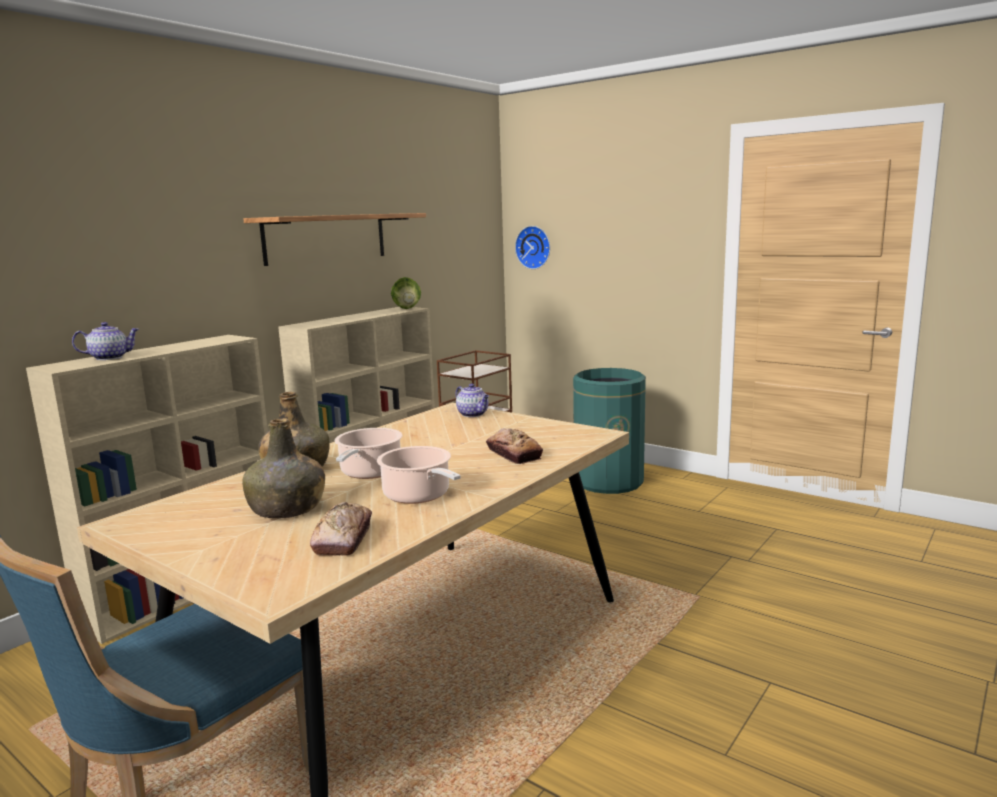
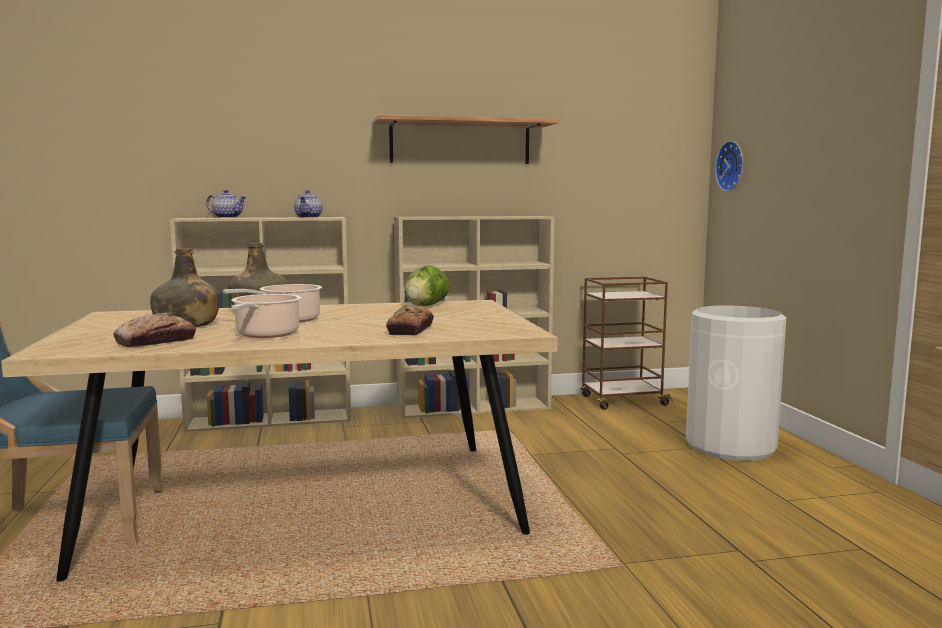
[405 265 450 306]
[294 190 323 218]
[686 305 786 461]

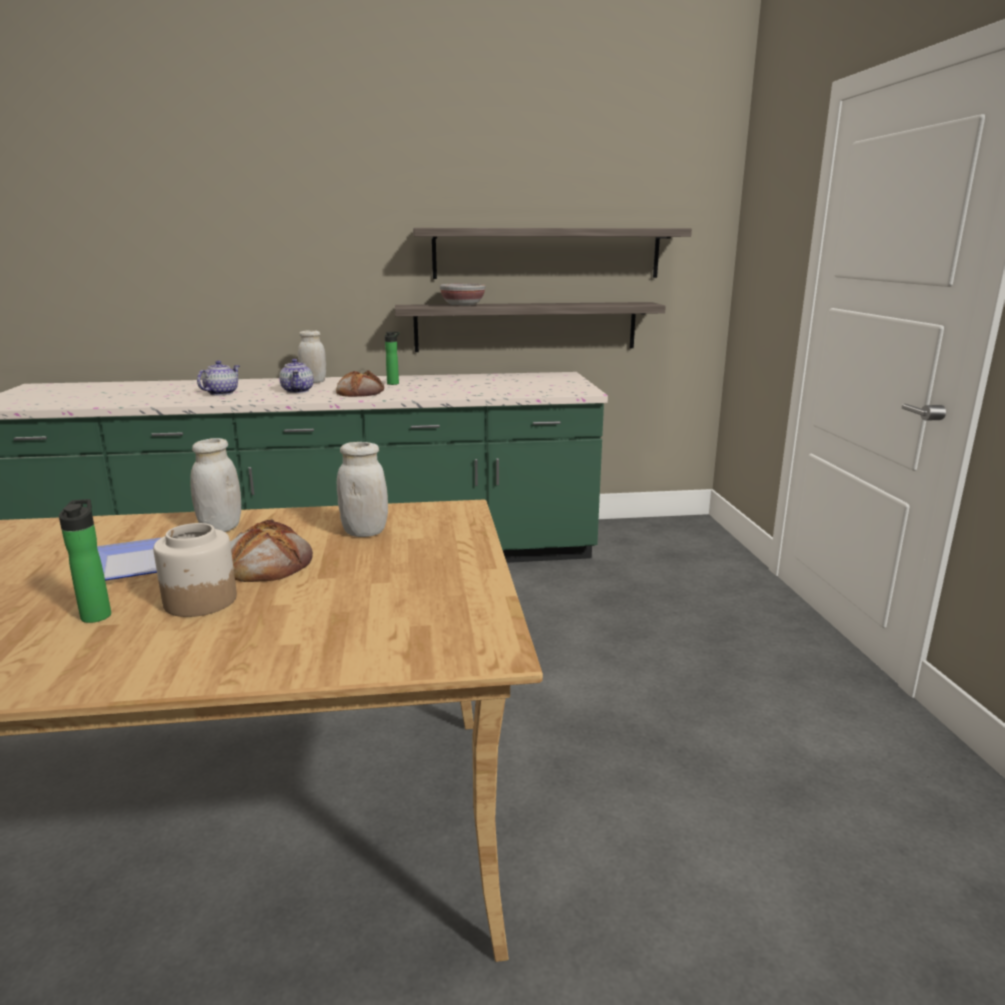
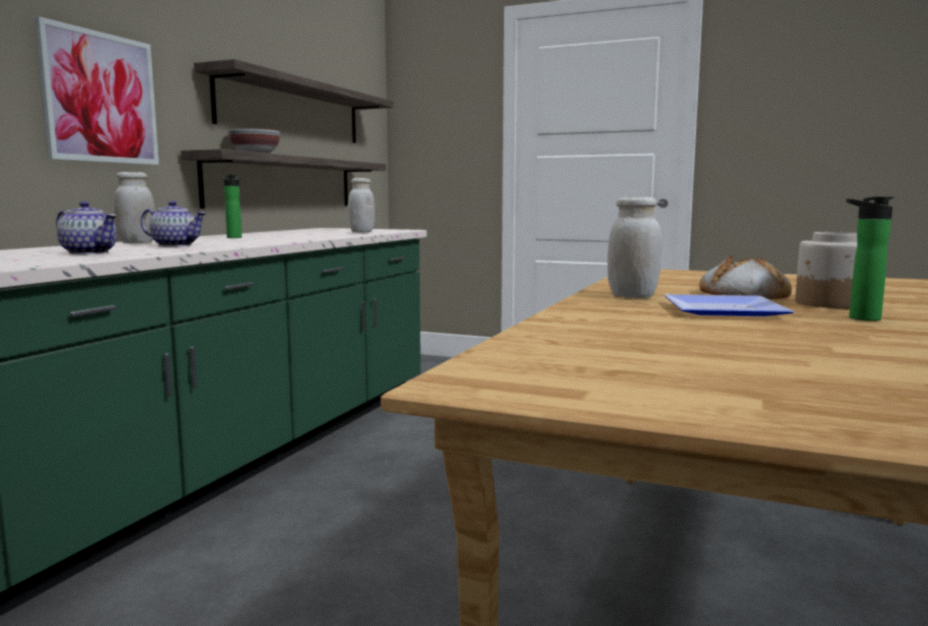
[56 201 117 254]
[336 370 384 397] (first image)
[348 178 375 233]
[34 17 159 165]

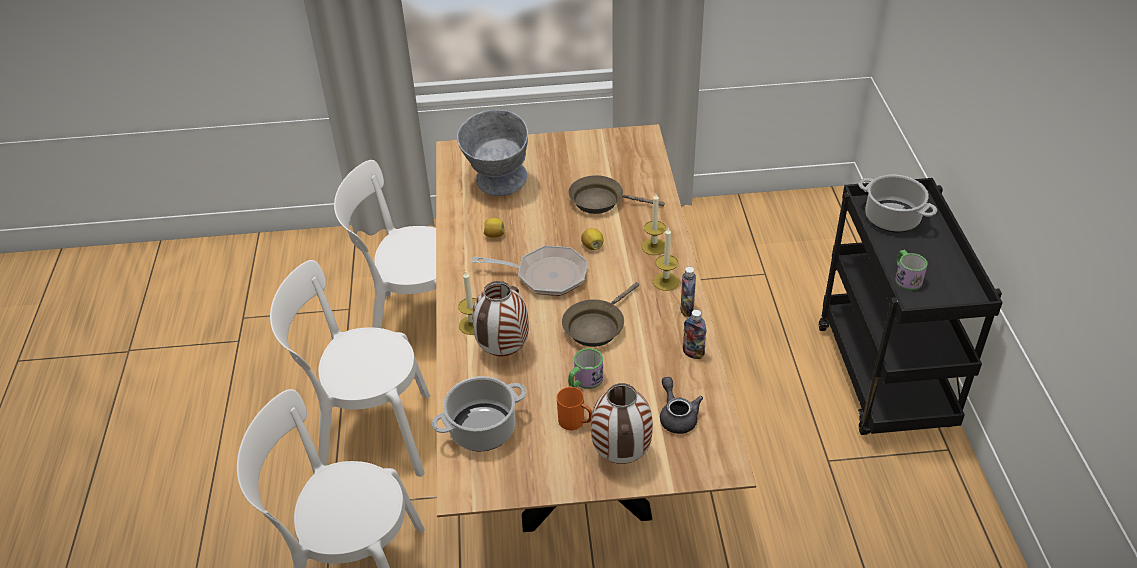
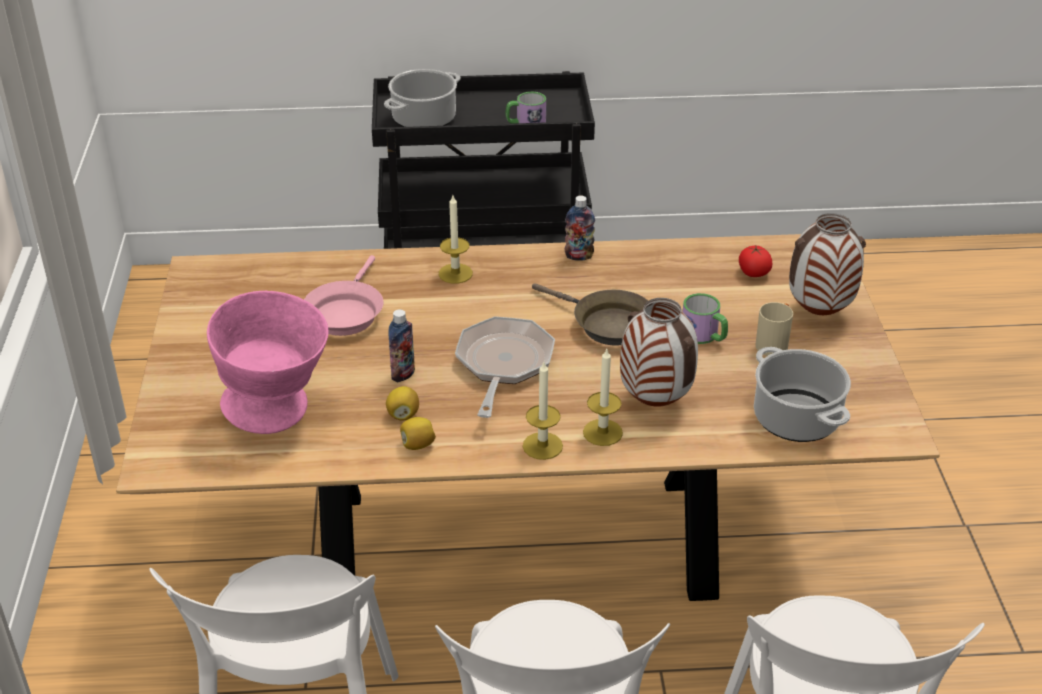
[207 291 329 434]
[756 302 793 356]
[304 255 383 336]
[400 417 436 450]
[523 362 563 460]
[739 246 772 277]
[388 309 415 382]

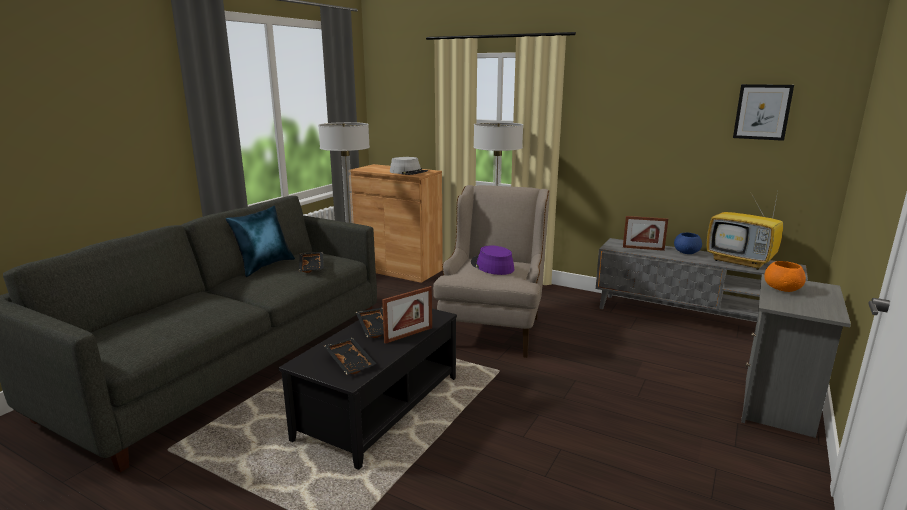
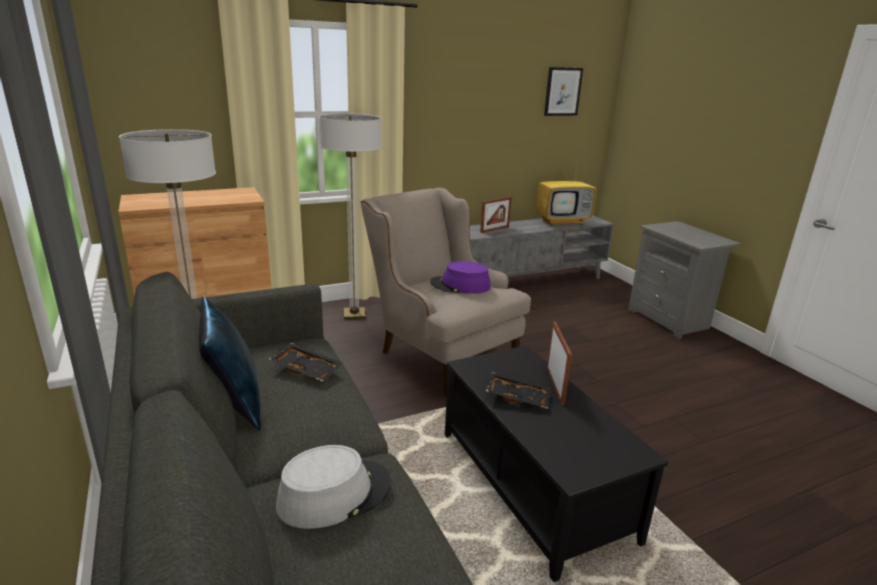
[324 337 376 375] (first image)
[276 445 391 529]
[674 233 702 254] (first image)
[764 261 806 292] (first image)

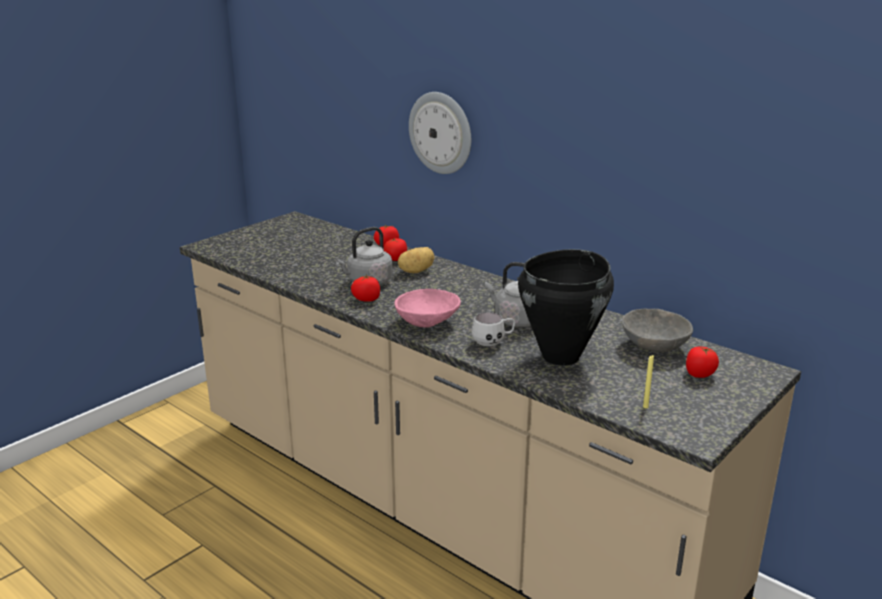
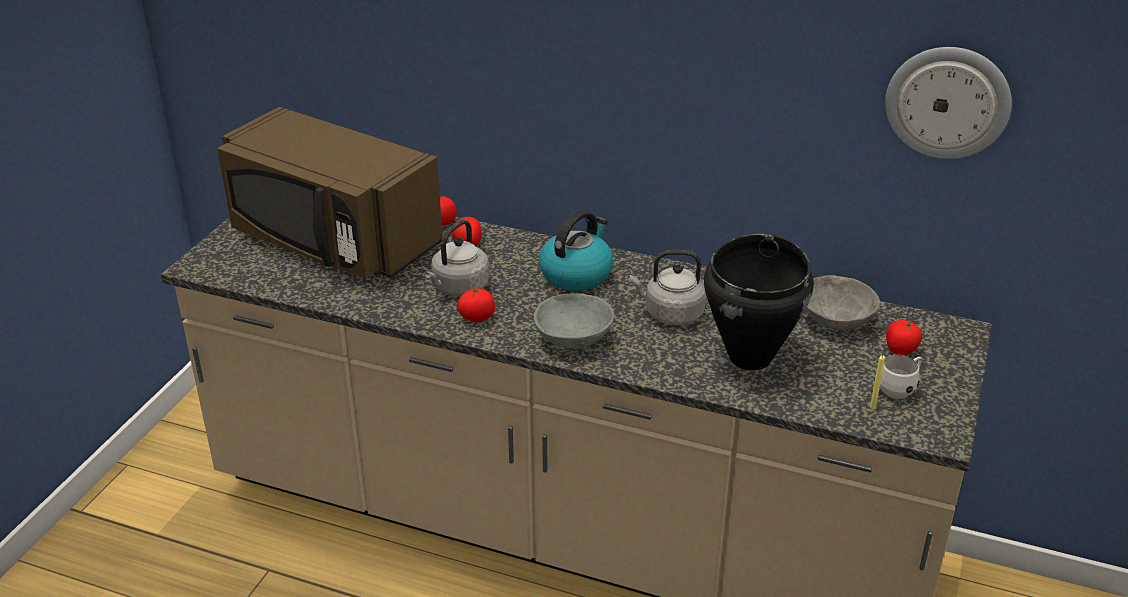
[534 293 614 349]
[398 247 435 273] (first image)
[885 47 1012 159]
[880 355 922 399]
[217 107 442 279]
[539 210 613 291]

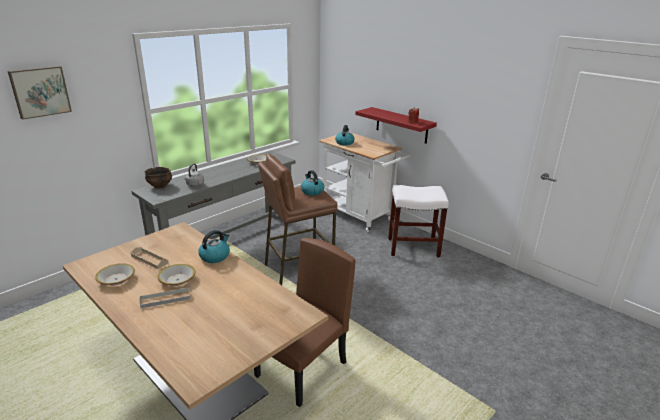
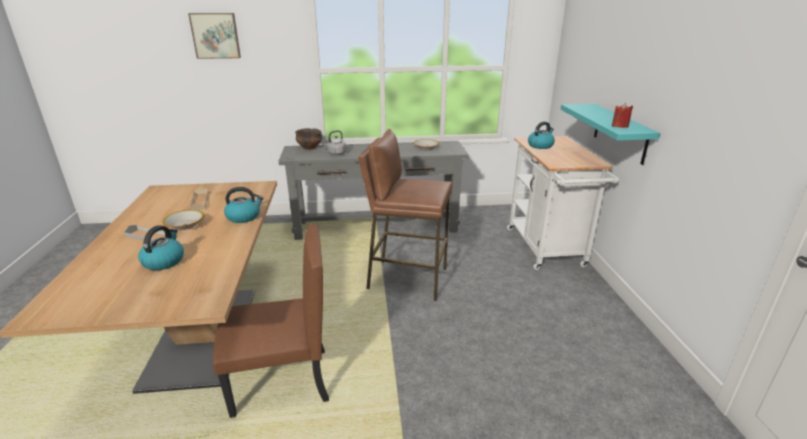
[95 263 135 285] (first image)
[138 225 184 270]
[561 104 660 165]
[388 185 449 258] (first image)

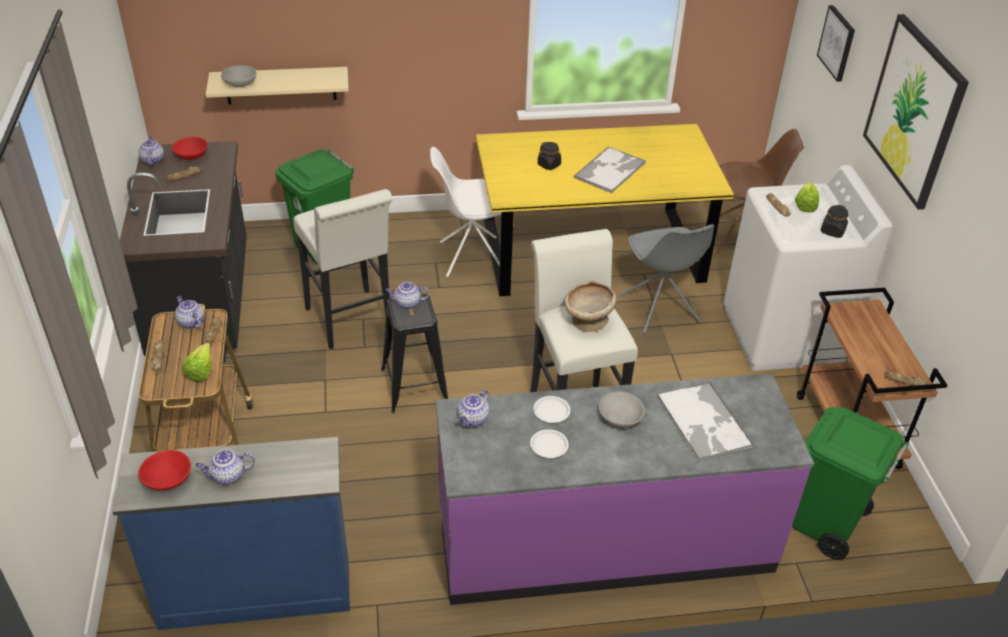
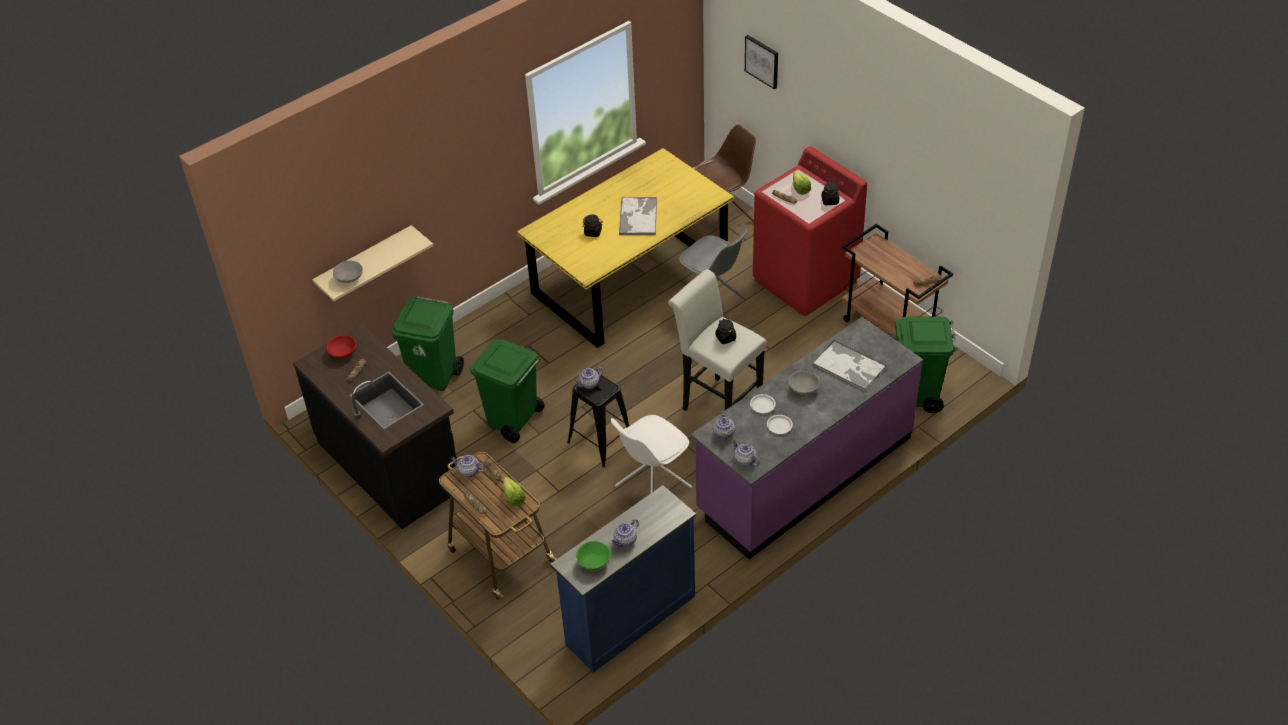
[732 440 760 467]
[576 541 611 570]
[470 339 545 443]
[611 415 692 493]
[716 319 736 344]
[753 146 867 316]
[863 14 969 210] (first image)

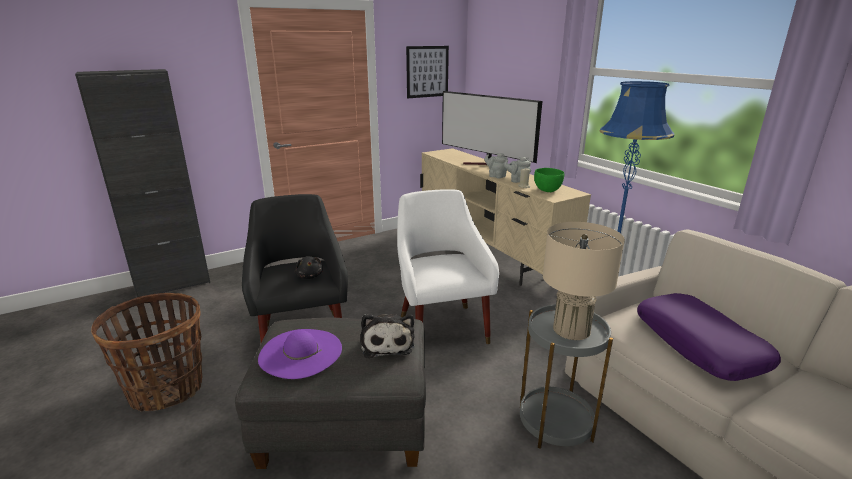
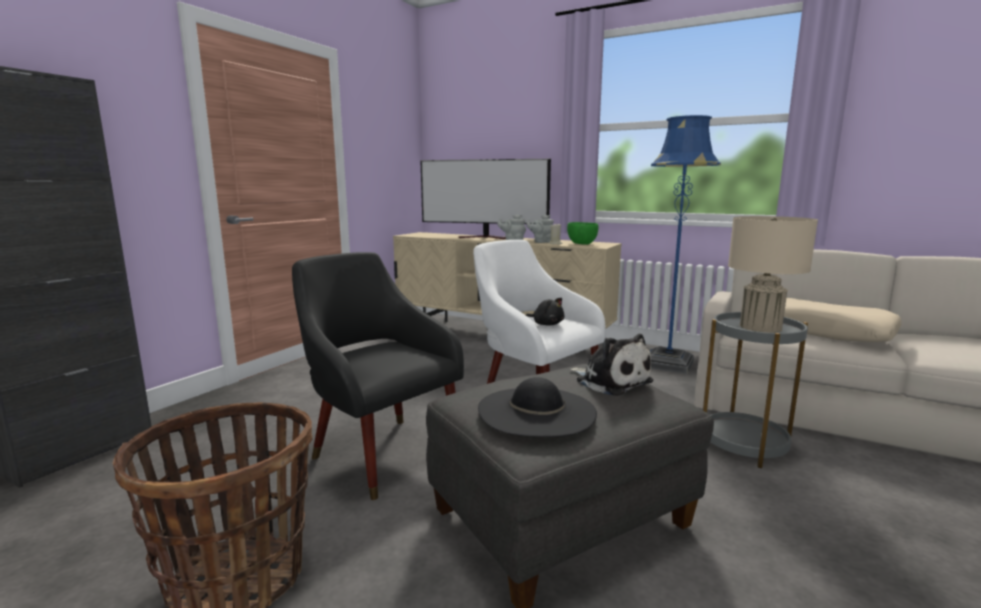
[478 377 597 437]
[526 298 565 326]
[406 46 449 98] (first image)
[784 298 901 342]

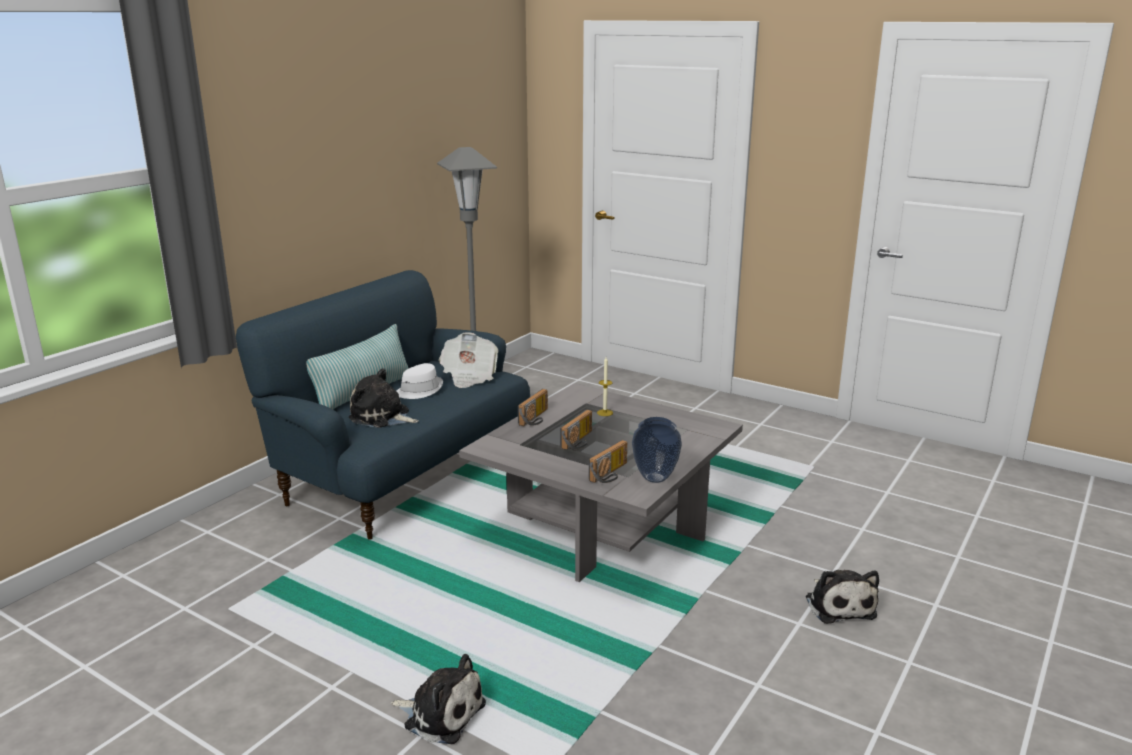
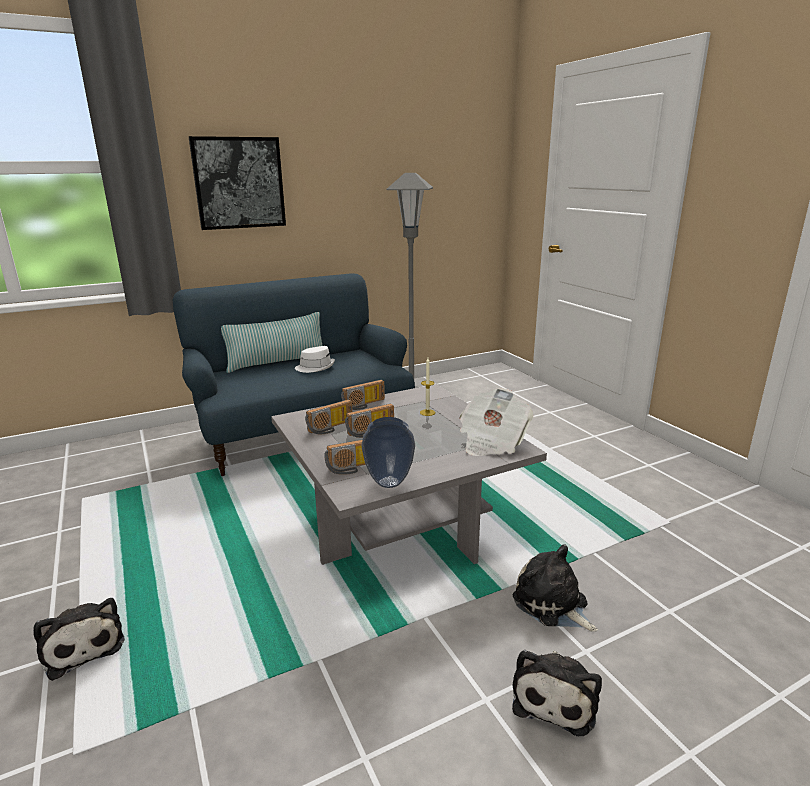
[513 544 598 632]
[460 388 533 456]
[189 136 286 230]
[305 399 352 434]

